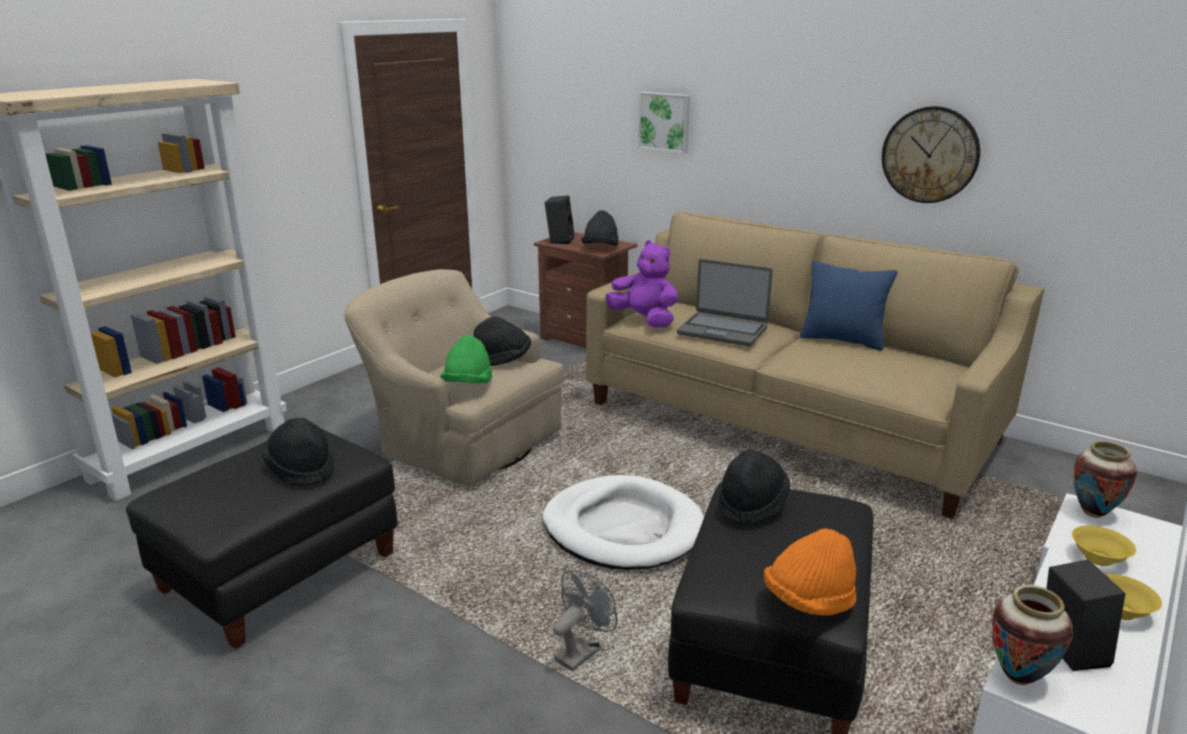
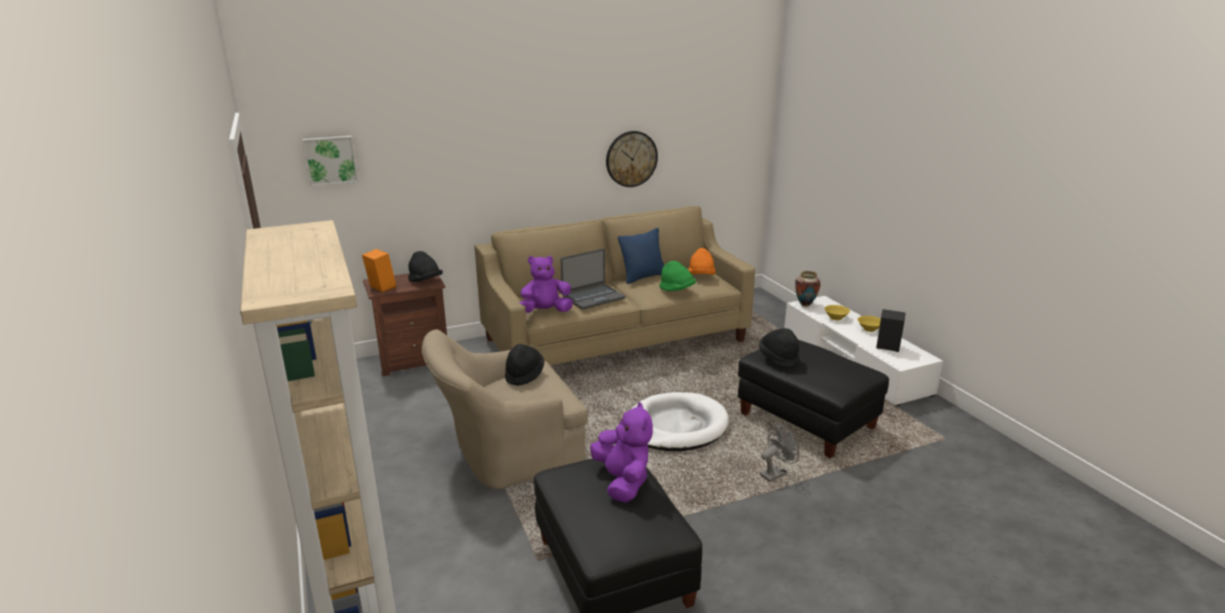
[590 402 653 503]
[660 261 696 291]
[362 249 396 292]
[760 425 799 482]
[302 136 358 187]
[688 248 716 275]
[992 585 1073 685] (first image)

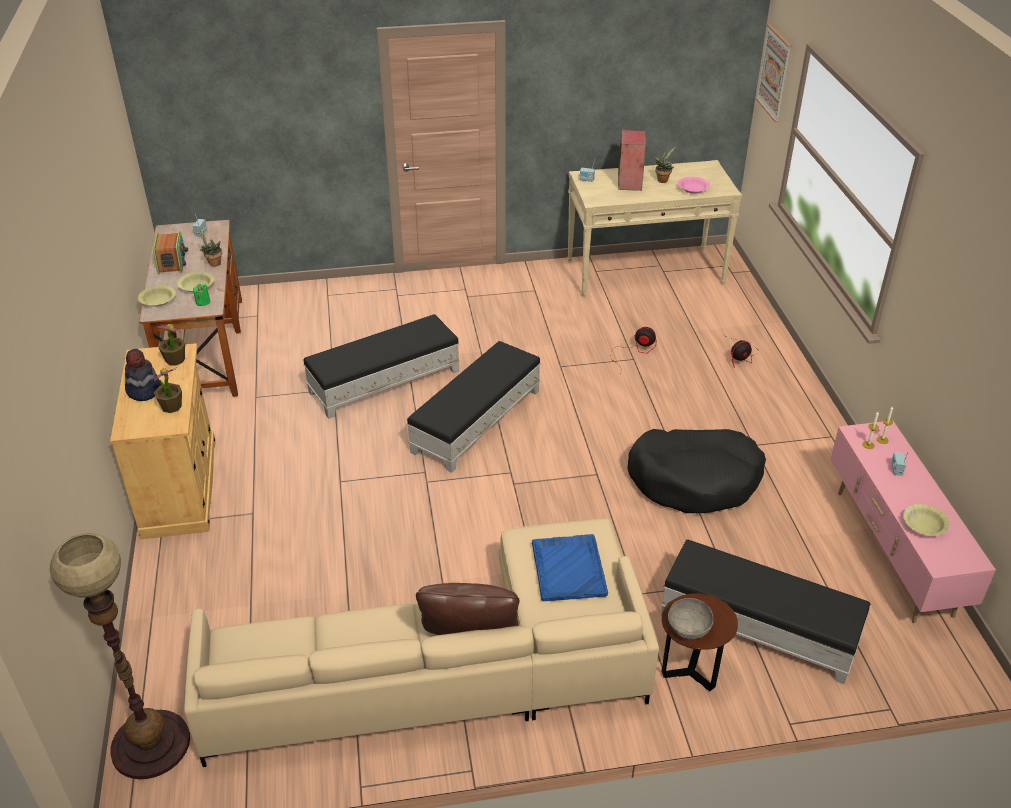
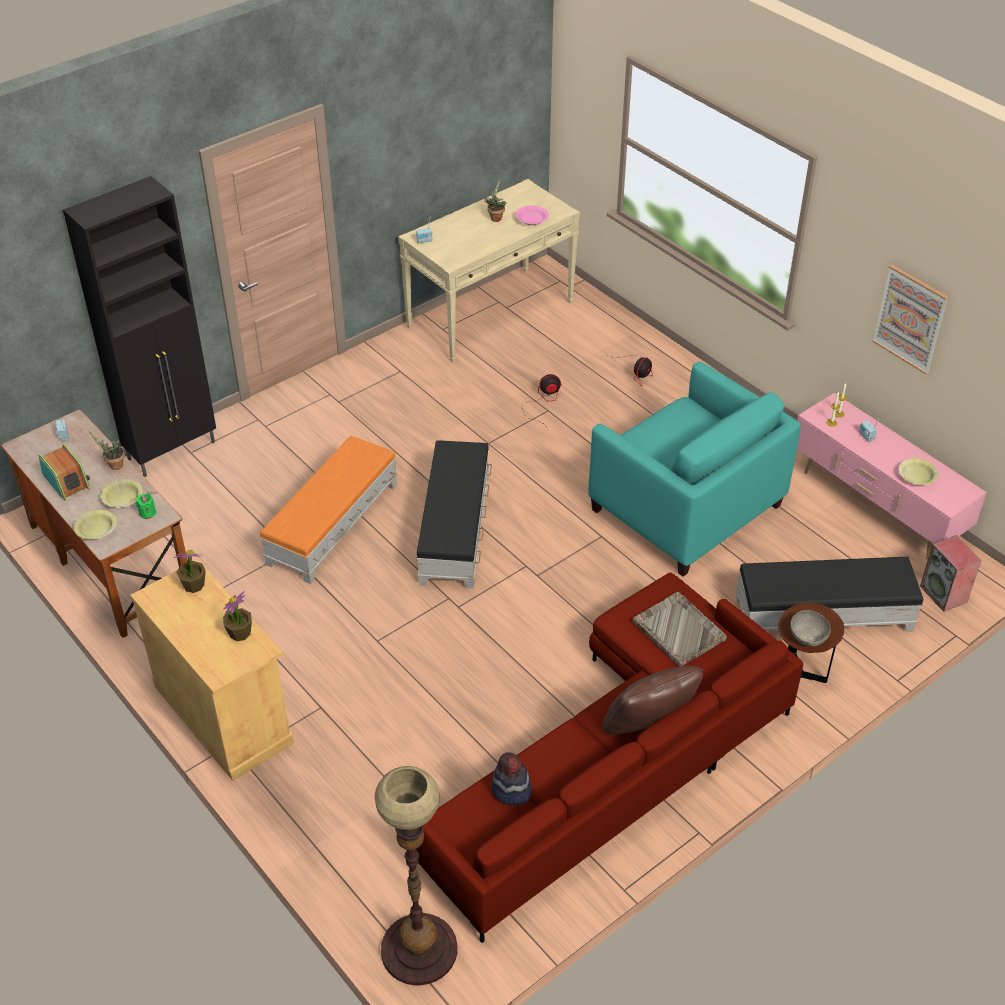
[491 752 532 806]
[416 573 803 943]
[260 435 397 584]
[633 592 727 667]
[920 535 981 612]
[588 362 801 577]
[872 264 949 374]
[63 176 216 477]

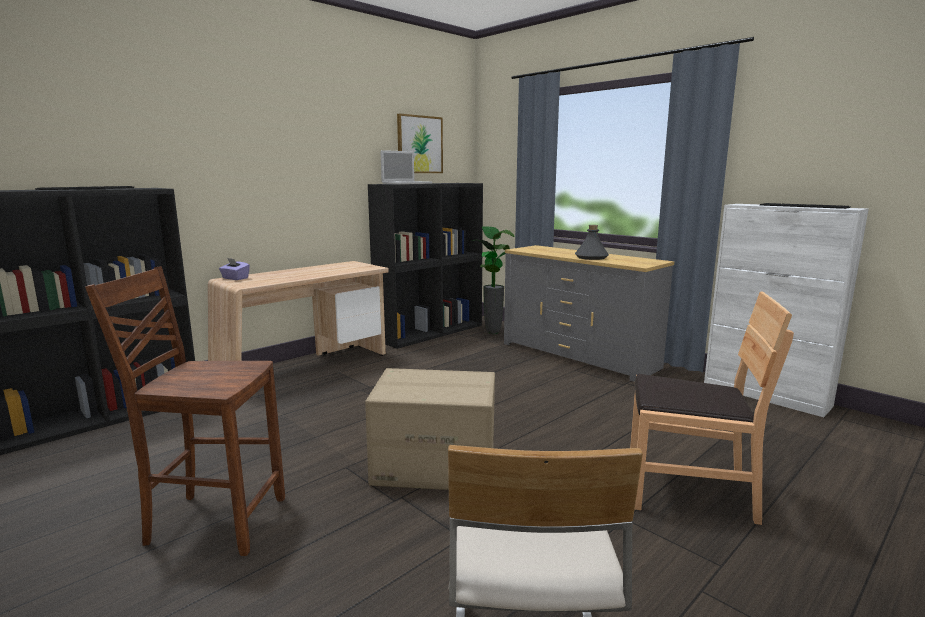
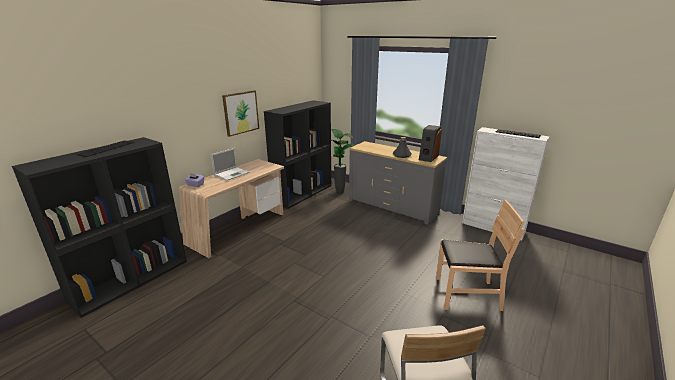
[85 266 285 556] (first image)
[365 368 495 490] (first image)
[211 148 250 181]
[222 90 259 137]
[419 125 442 162]

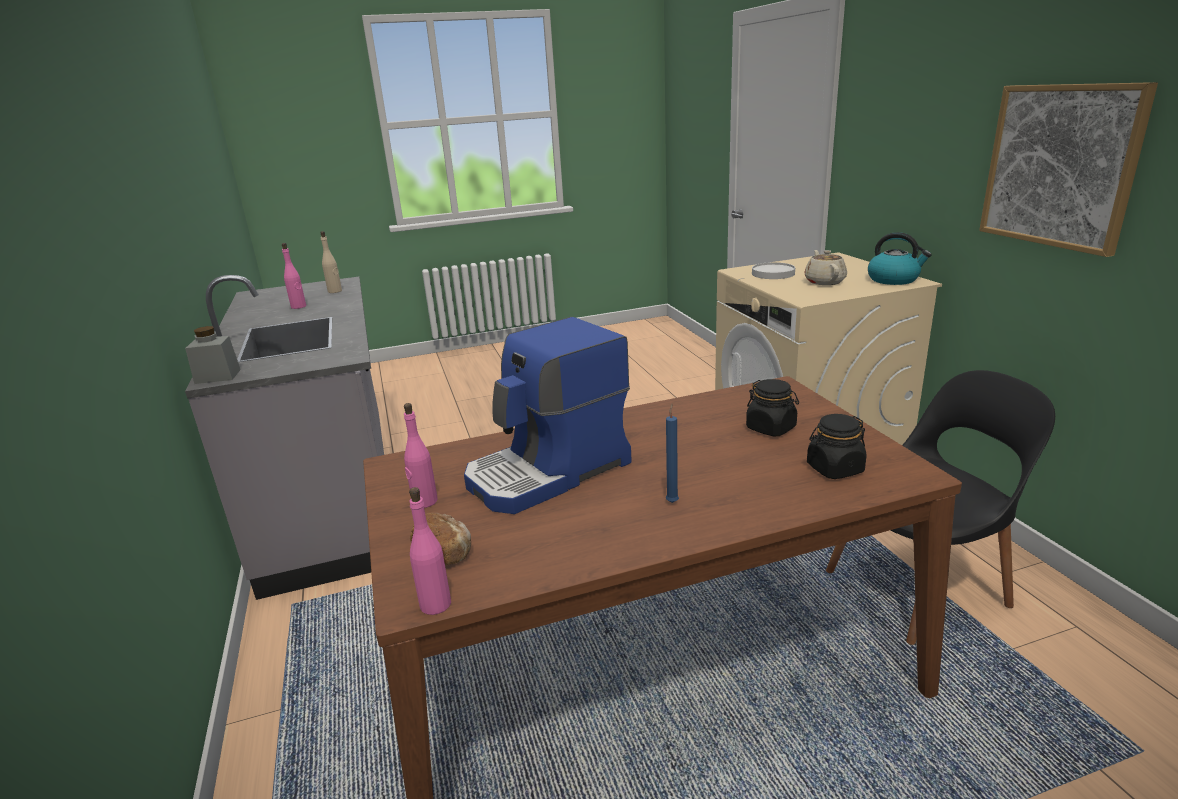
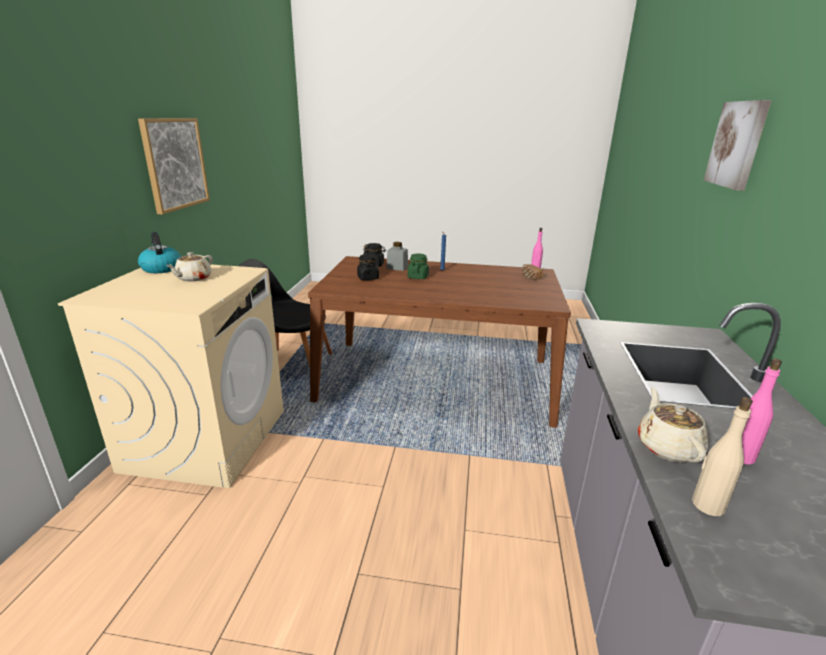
[387 242 408 271]
[404 403 438 508] (first image)
[464 317 632 514] (first image)
[752 262 795 279] (first image)
[407 254 429 279]
[638 387 709 463]
[704 100 771 191]

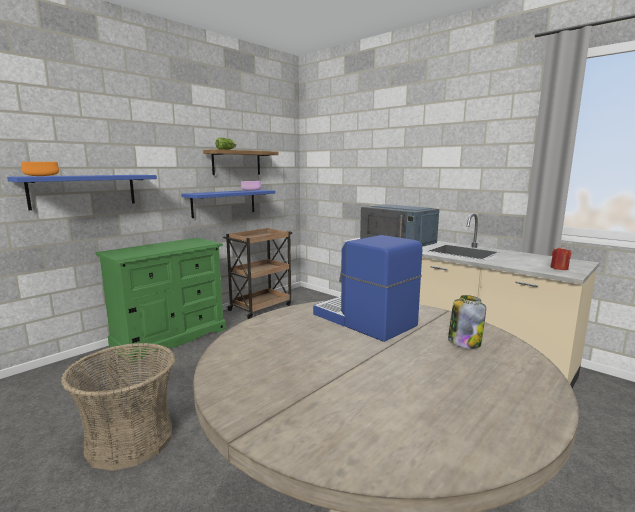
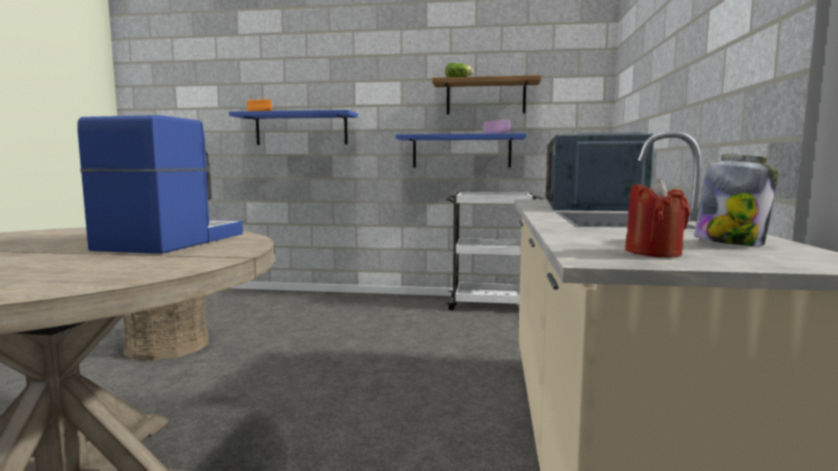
[96 238 226 363] (first image)
[445 192 543 311]
[695 154 778 246]

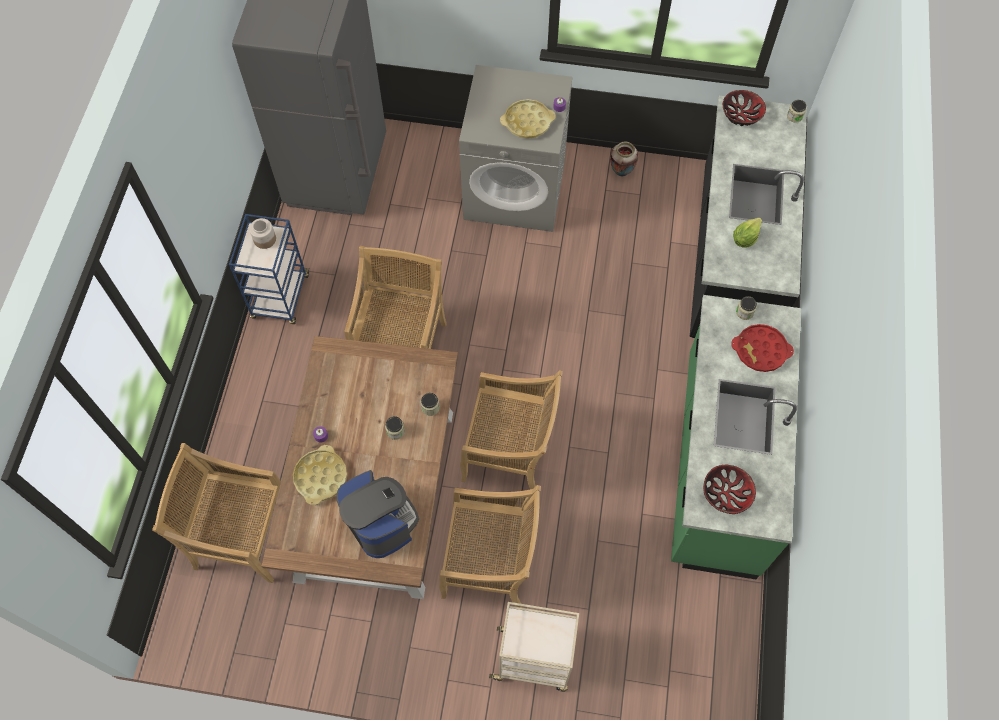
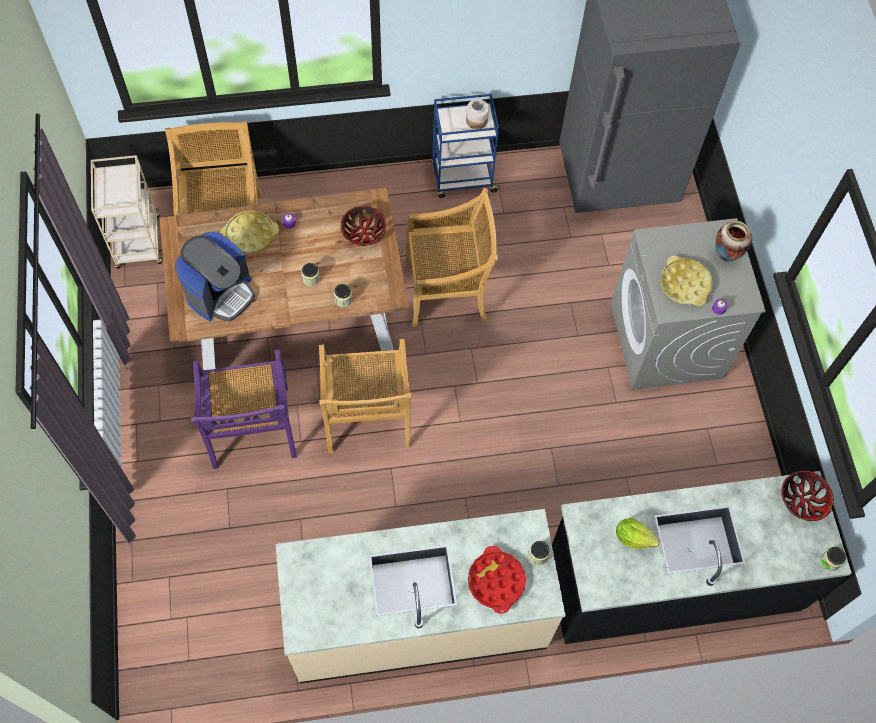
[191 350 296 469]
[91 155 162 269]
[715 221 752 261]
[276 509 565 684]
[341 206 386 246]

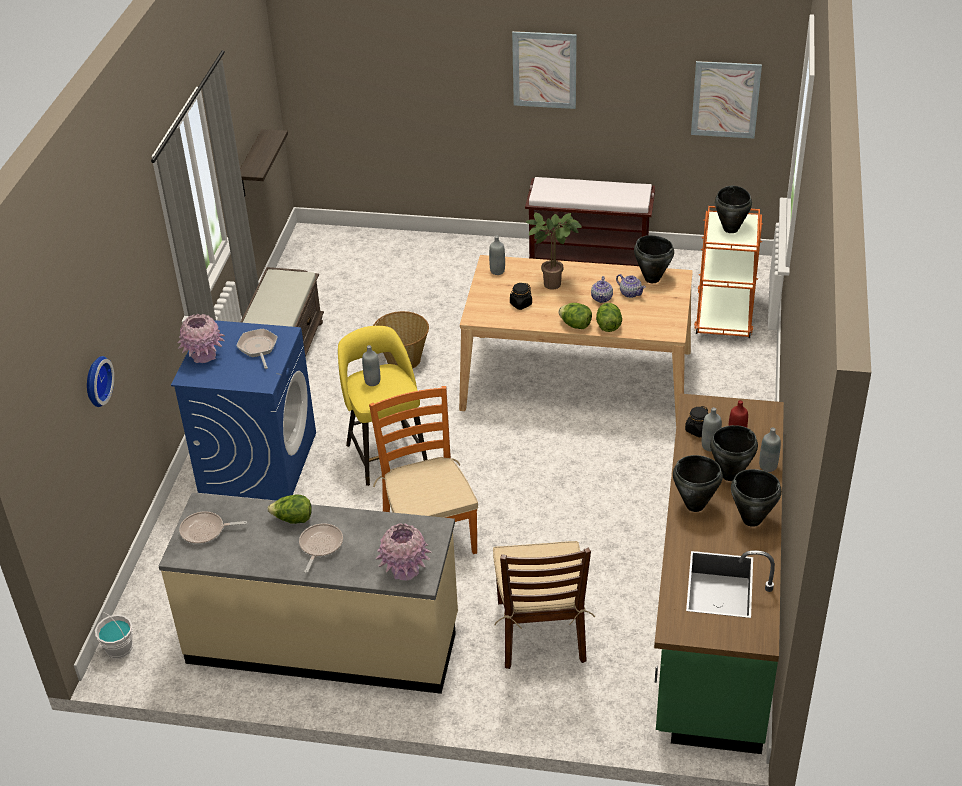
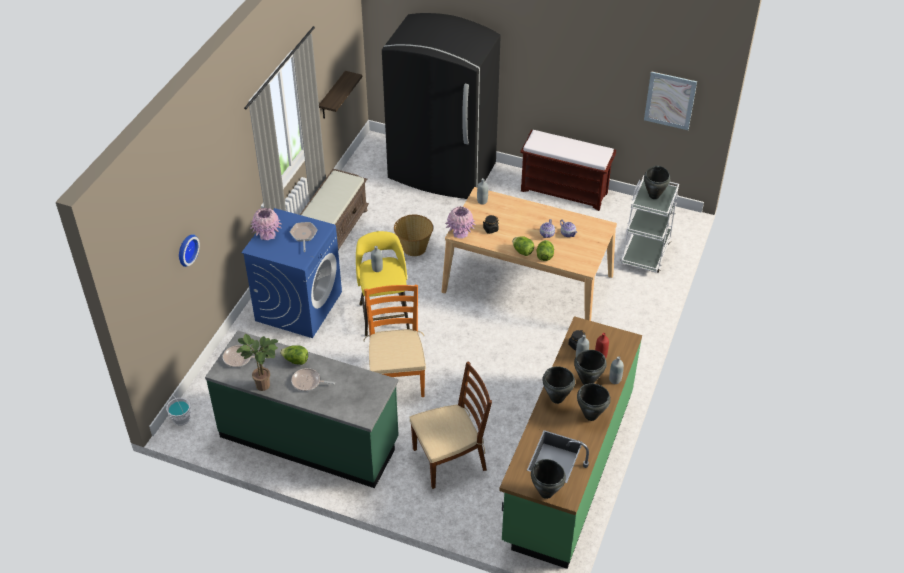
[205 331 399 488]
[291 368 335 391]
[445 206 477 239]
[409 361 492 489]
[512 31 577 109] (first image)
[236 334 278 391]
[531 459 566 499]
[621 176 679 273]
[382 13 501 199]

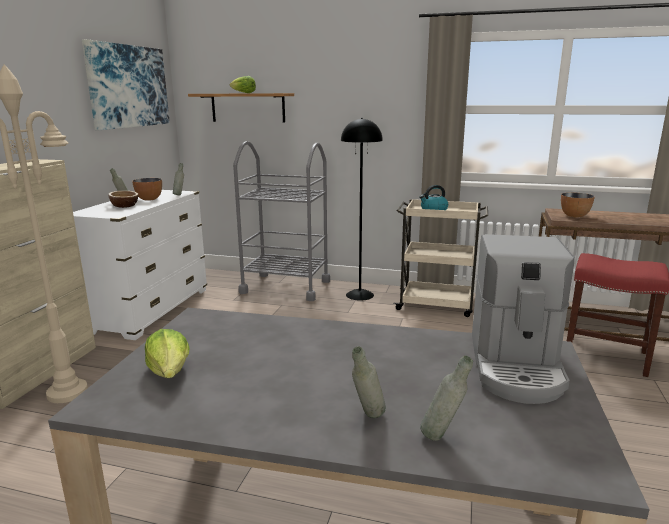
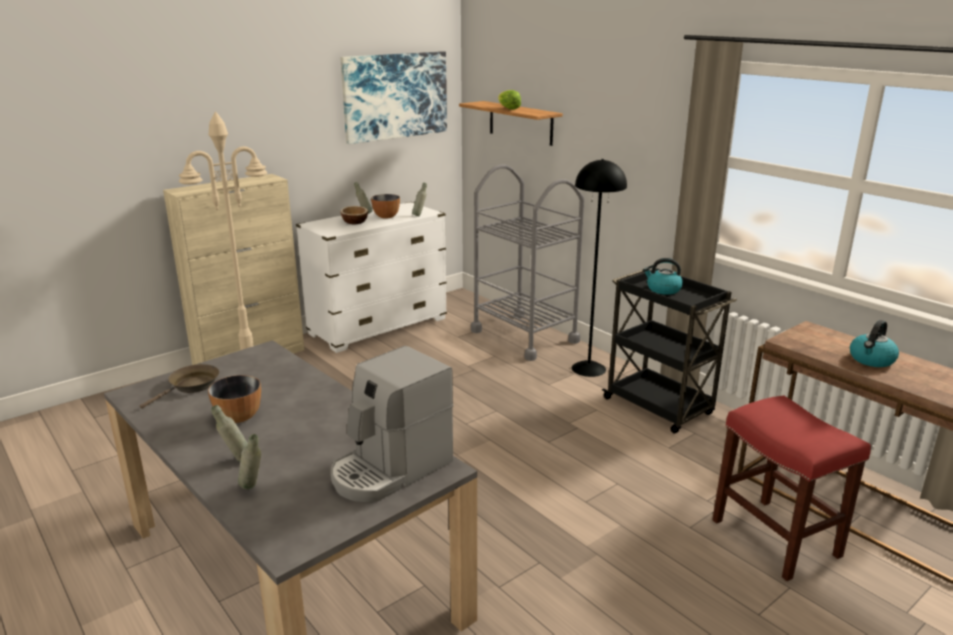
[140 364 219 409]
[602 268 737 434]
[208 375 261 423]
[850 320 899 367]

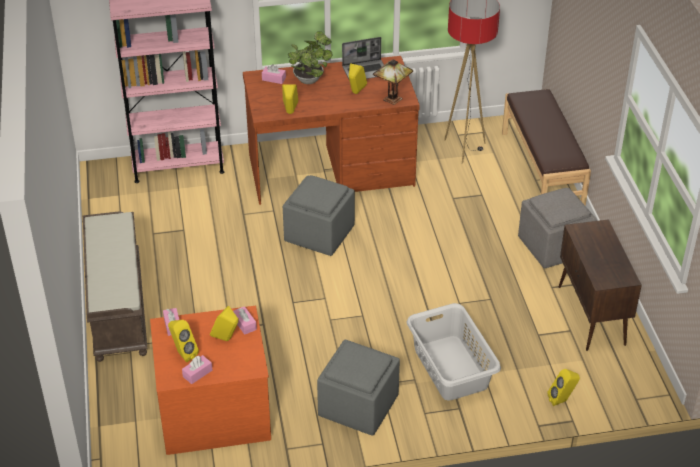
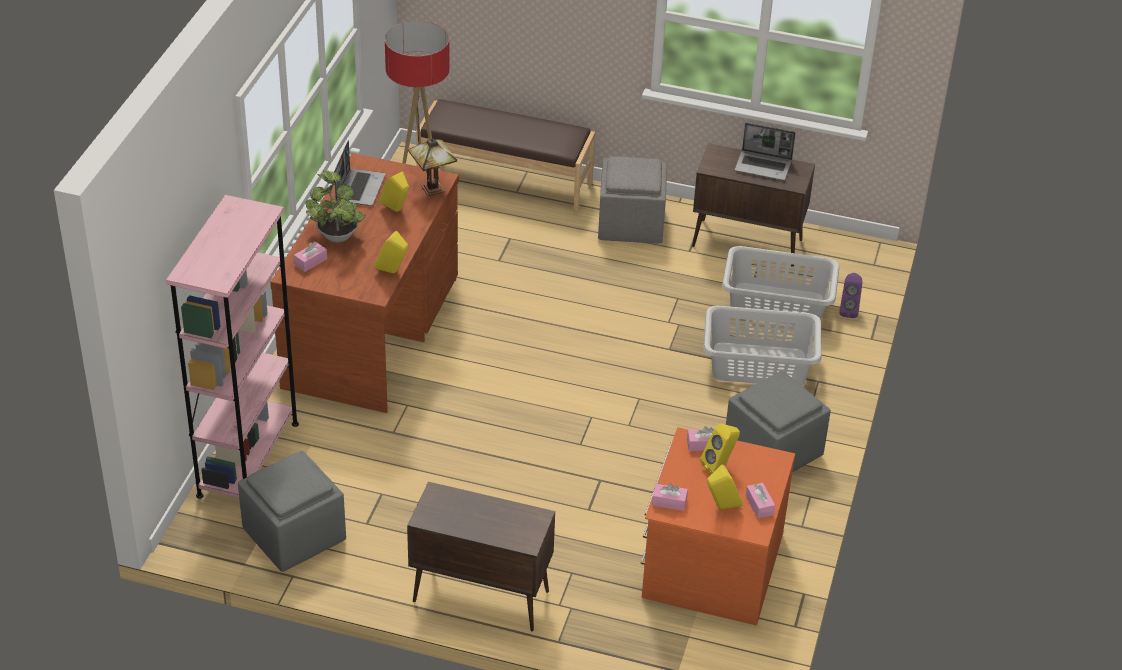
[407 482 555 631]
[238 451 346 572]
[839 273 862 318]
[722 246 839 325]
[735 123 796 180]

